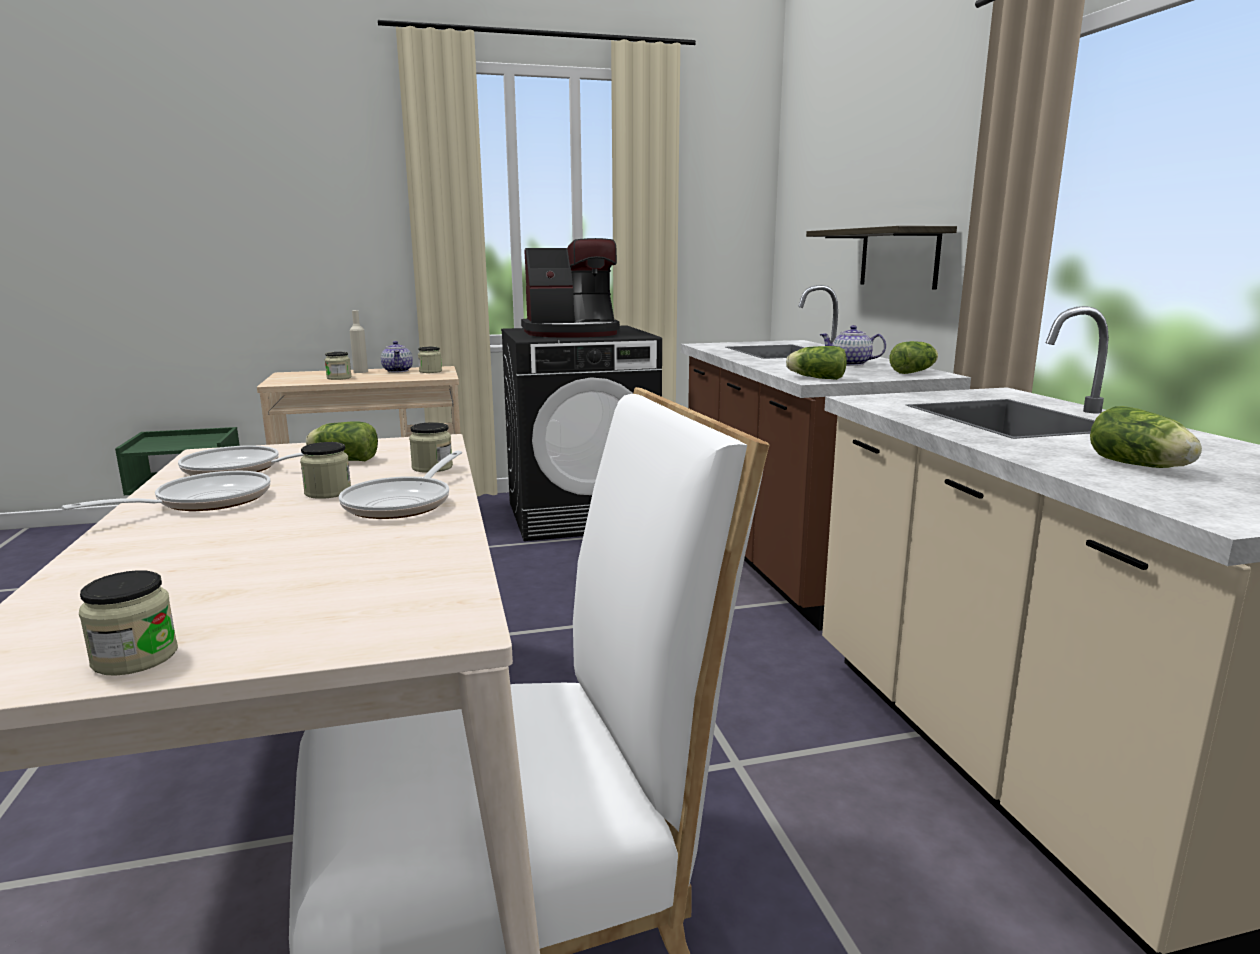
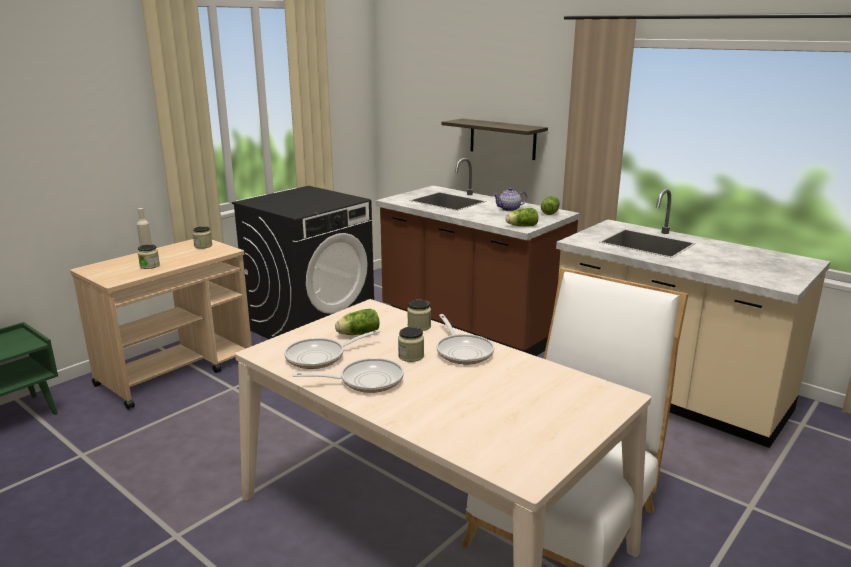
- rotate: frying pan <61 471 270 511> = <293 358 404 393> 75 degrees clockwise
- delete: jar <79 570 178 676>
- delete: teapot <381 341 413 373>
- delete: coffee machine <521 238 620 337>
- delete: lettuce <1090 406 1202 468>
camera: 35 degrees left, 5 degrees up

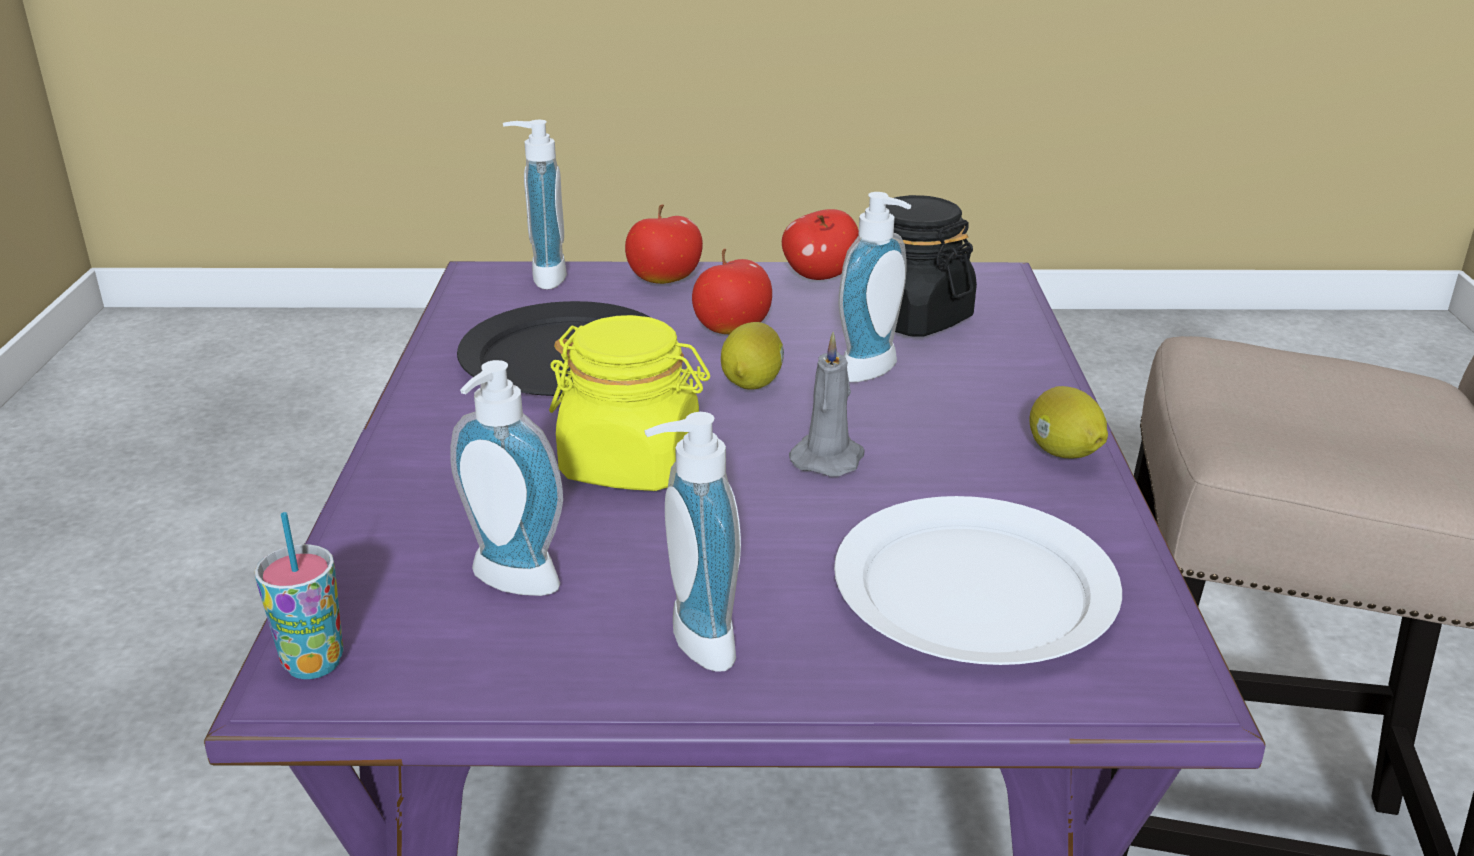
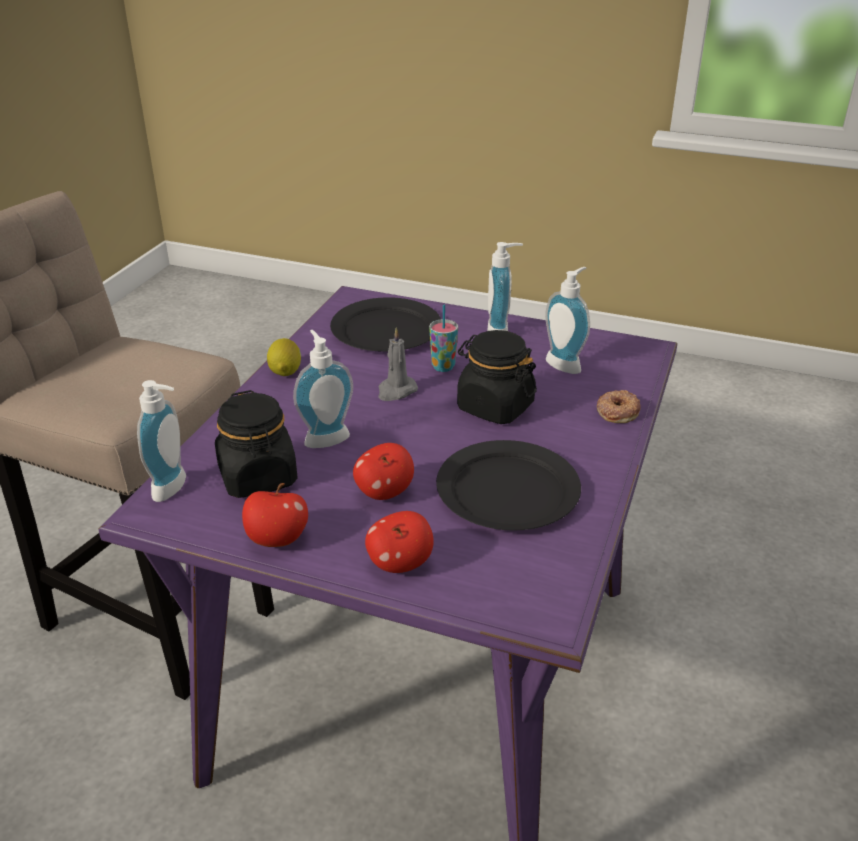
- move: soap dispenser <503 120 567 290> to <137 380 186 502>
- recolor: white plate <834 496 1122 665> to black plate <330 297 441 352>
- move: cup <255 512 344 679> to <429 305 458 372>
- recolor: yellow jar <549 315 710 491> to black jar <457 330 537 424>
- insert: donut <597 390 641 423>
- delete: lemon <721 322 784 390>
camera: 160 degrees left, 5 degrees up

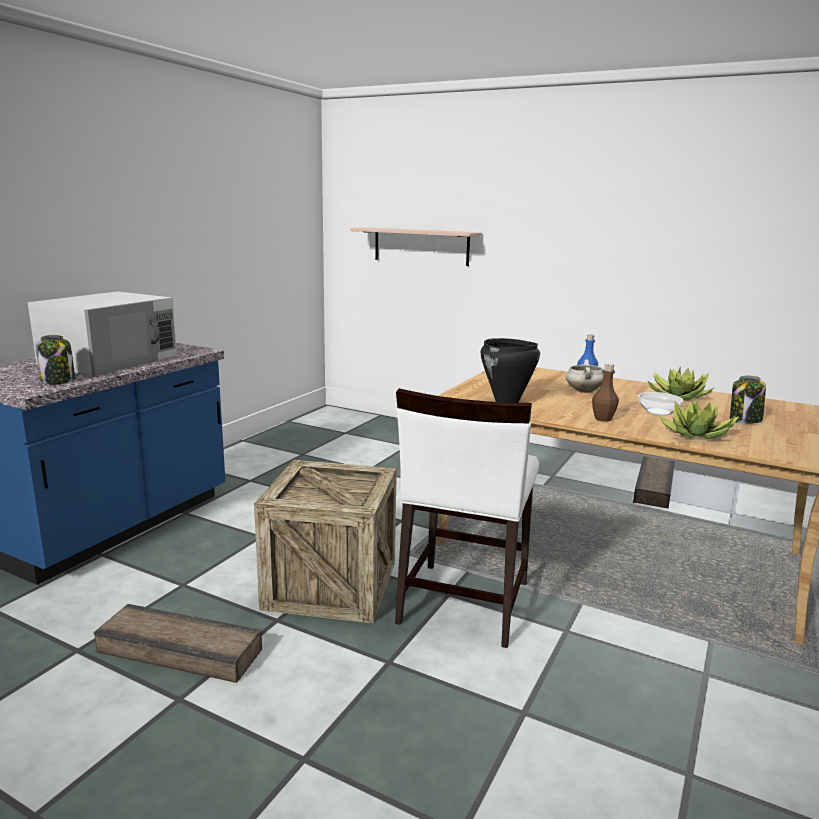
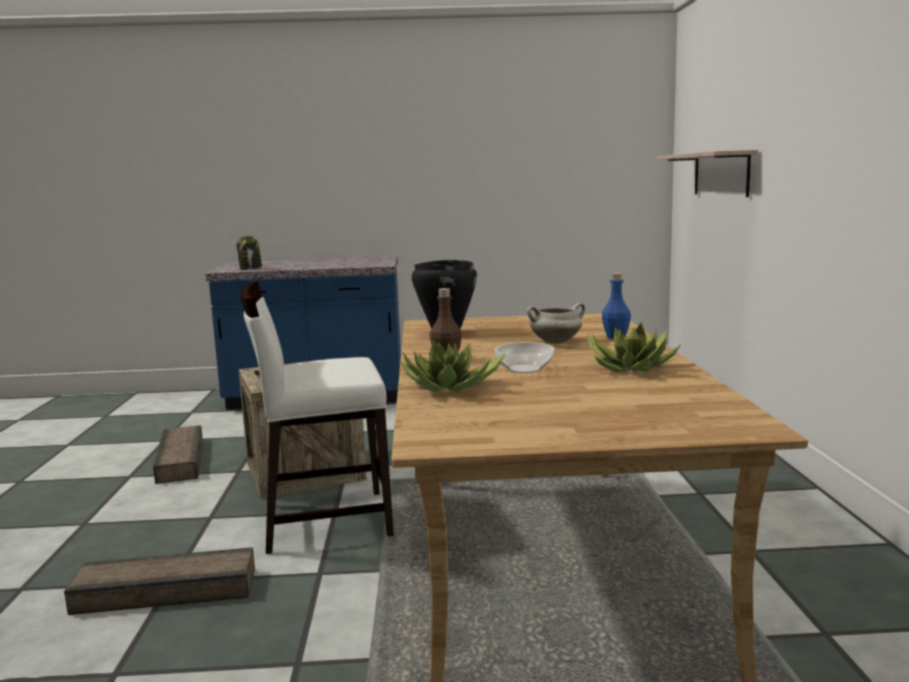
- move: crate <633 456 675 508> to <64 547 255 615>
- delete: white microwave <28 291 177 376>
- delete: jar <730 376 766 424>
camera: 60 degrees right, 5 degrees down

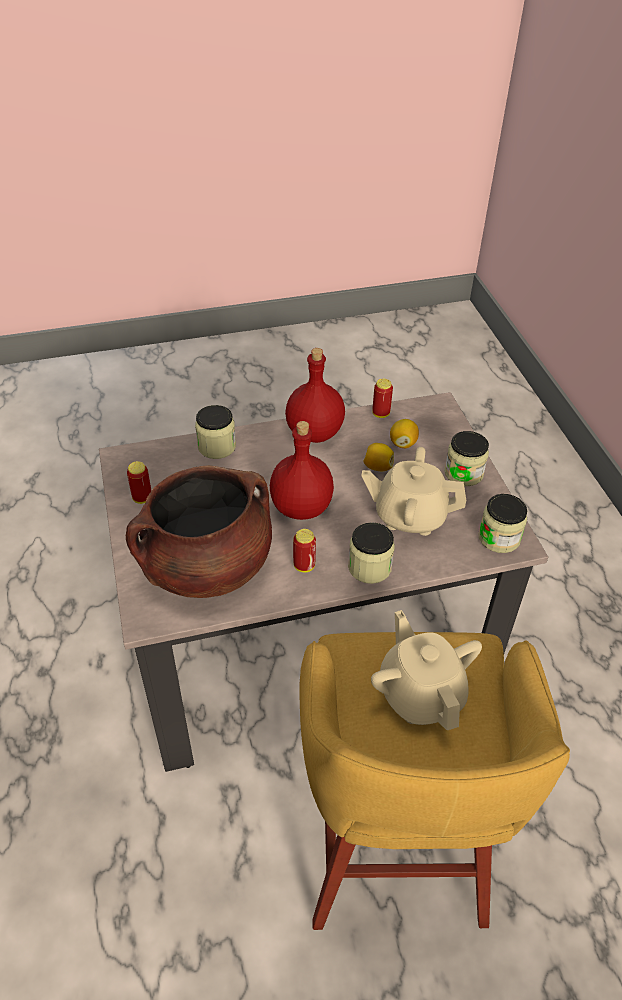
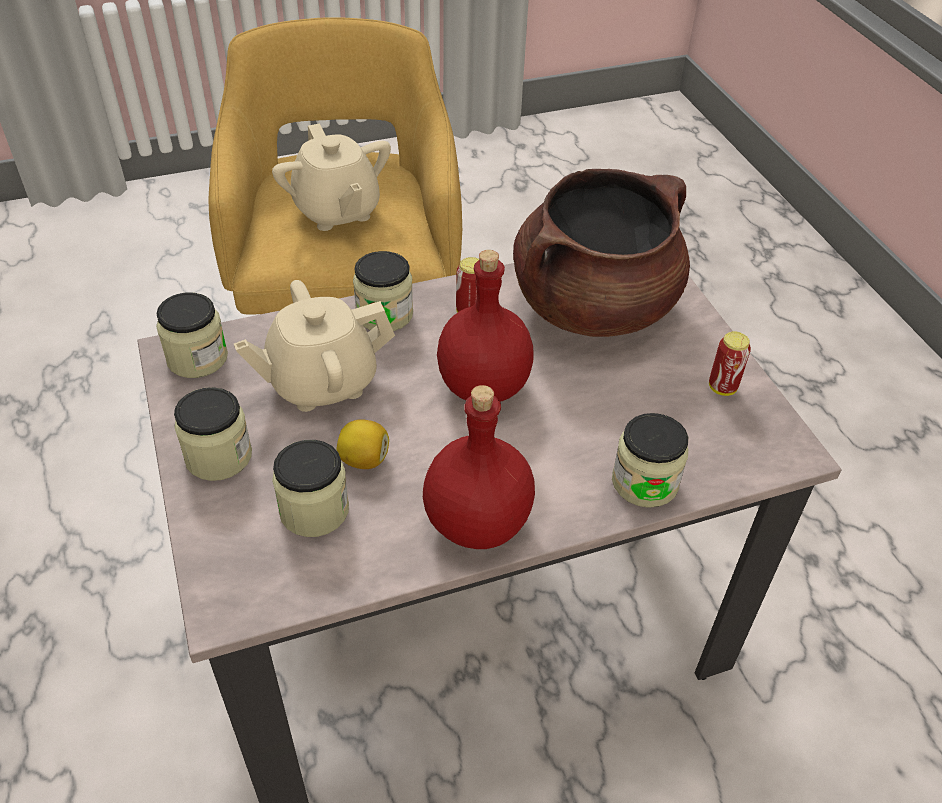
- rotate: beige teapot <362 447 466 536> = <234 280 395 412> 150 degrees clockwise
- replace: lemon <390 419 419 448> to jar <272 440 349 537>
- delete: can <372 379 393 418>
camera: 175 degrees right, 0 degrees up

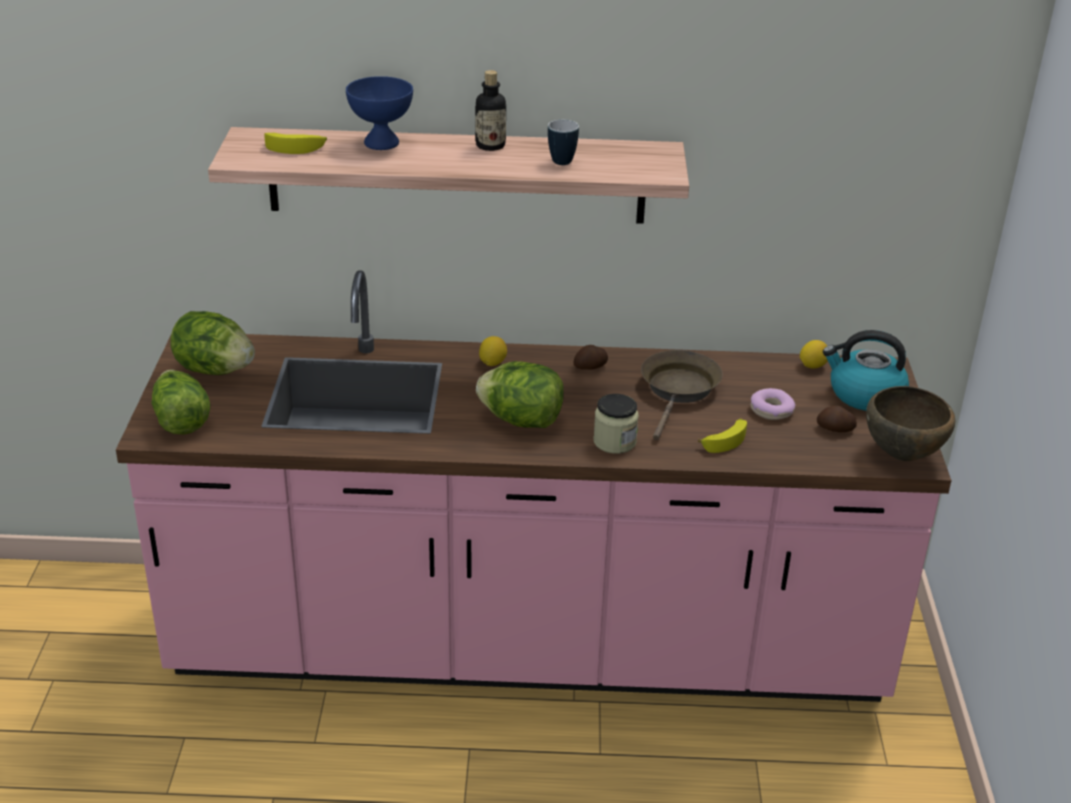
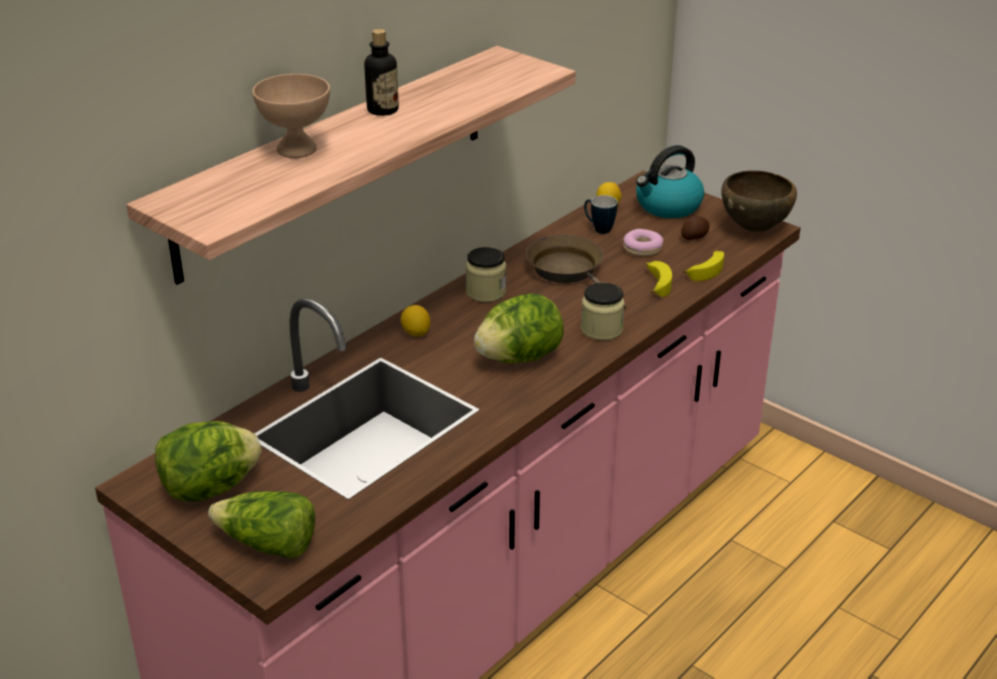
- recolor: blue bowl <346 76 413 150> to beige bowl <252 74 330 158>
- replace: potato <573 345 608 370> to jar <466 247 506 302>
- move: mug <548 119 579 165> to <584 195 617 234>
- move: banana <264 133 327 154> to <683 250 724 281>
camera: 50 degrees left, 0 degrees up

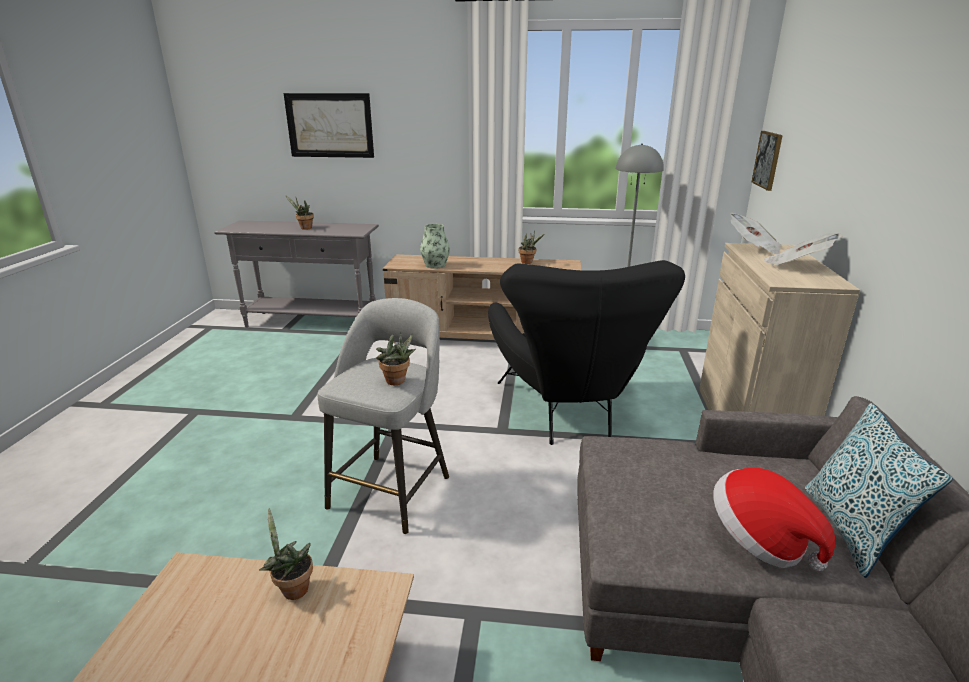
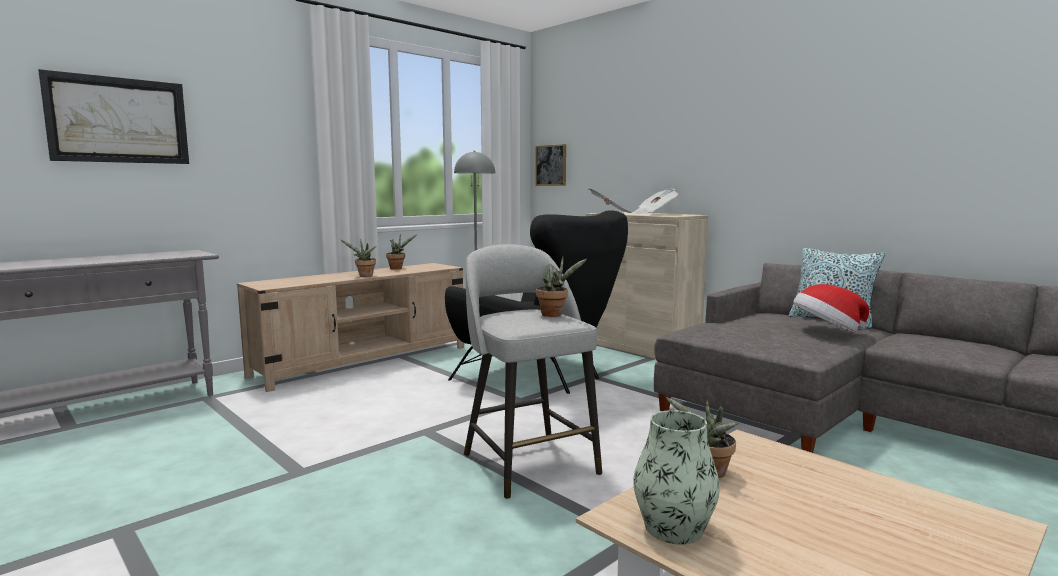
- move: potted plant <285 195 314 230> to <341 239 376 277>
- move: vase <420 224 450 269> to <633 410 720 545>
camera: 50 degrees left, 15 degrees down

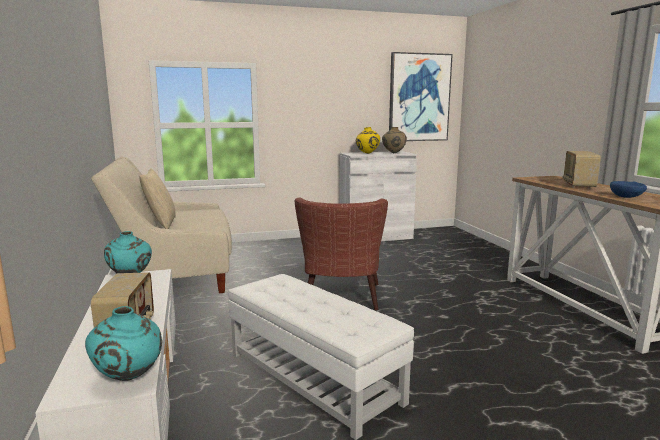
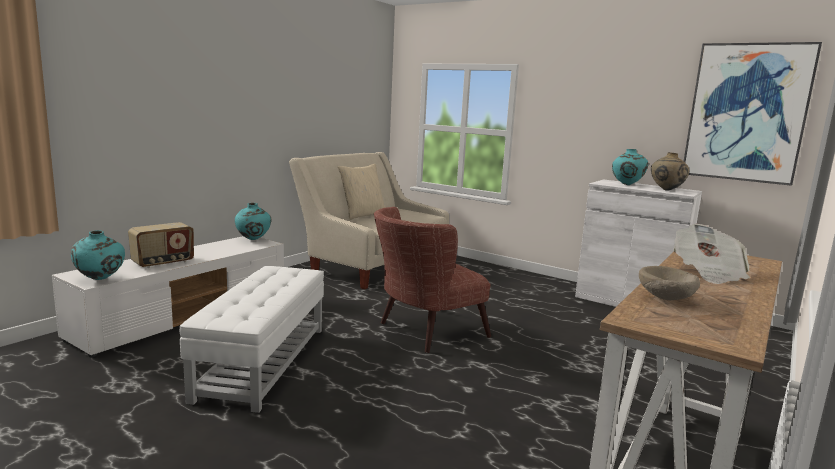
- recolor: yellow vase <356 127 380 154> to turquoise vase <612 149 648 185>
- recolor: blue bowl <610 181 647 198> to beige bowl <639 266 700 300>
- replace: radio <562 151 601 189> to newspaper <673 224 750 284>
camera: 50 degrees right, 0 degrees up

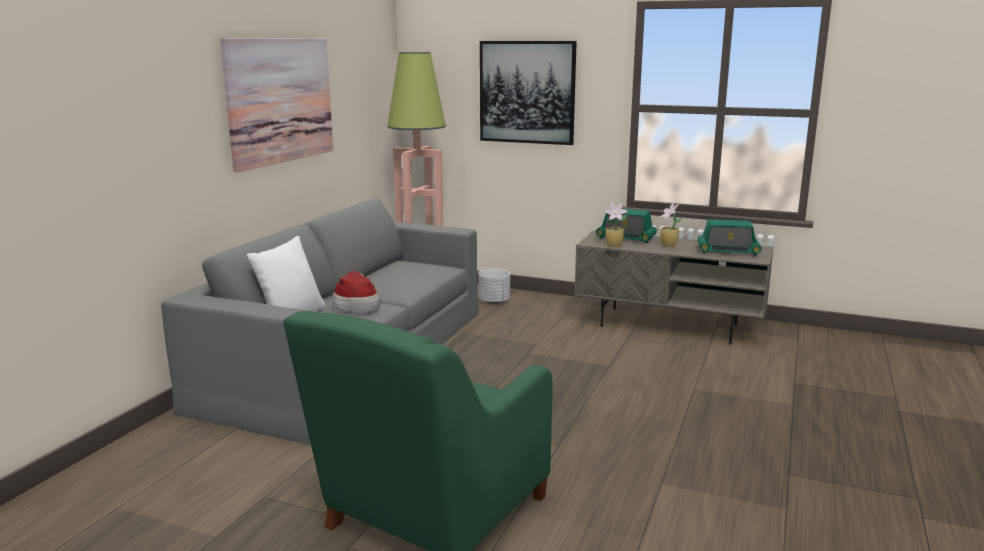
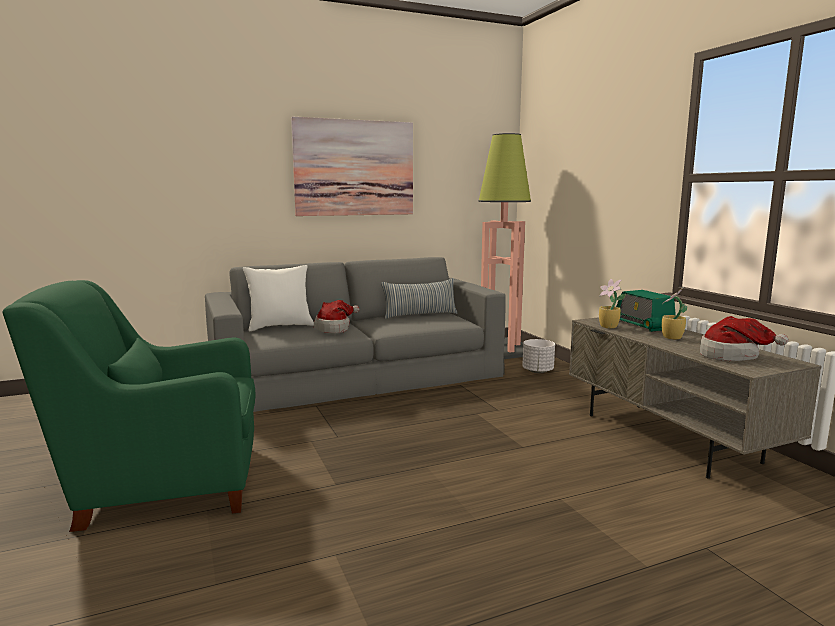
- insert: pillow <381 278 457 319>
- replace: radio <697 219 762 256> to hat <700 316 789 361>
- delete: picture <480 41 577 145>
camera: 45 degrees right, 5 degrees down

